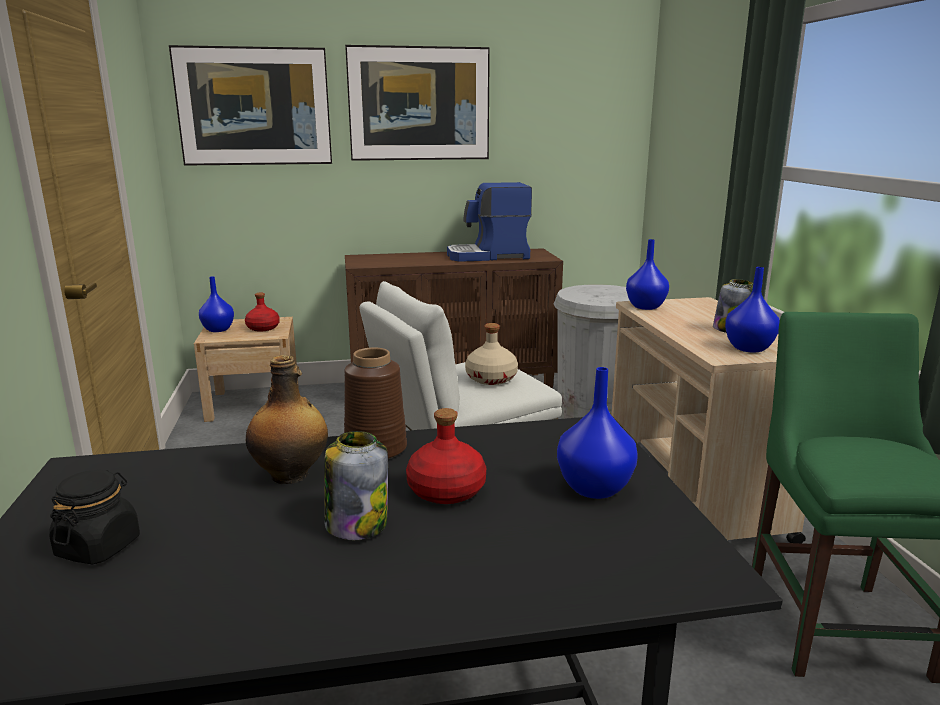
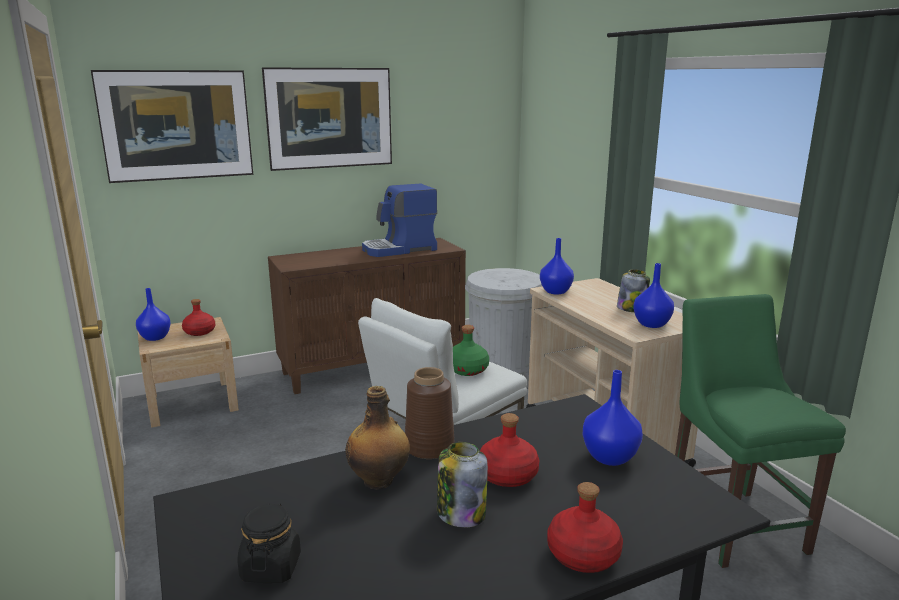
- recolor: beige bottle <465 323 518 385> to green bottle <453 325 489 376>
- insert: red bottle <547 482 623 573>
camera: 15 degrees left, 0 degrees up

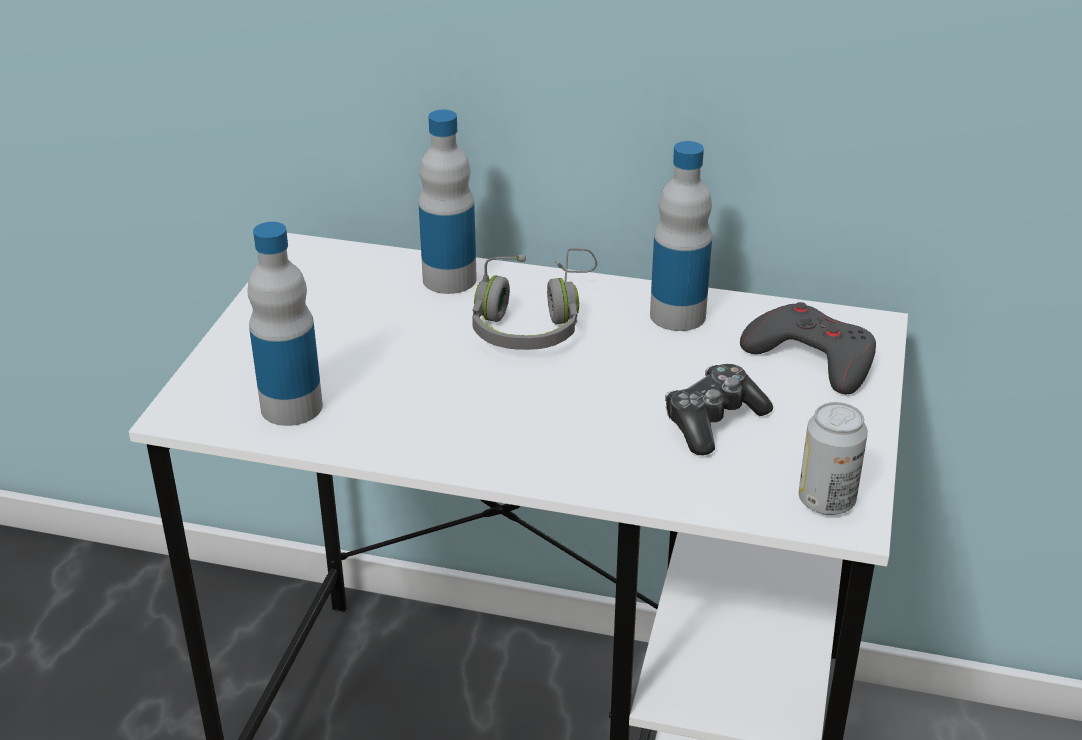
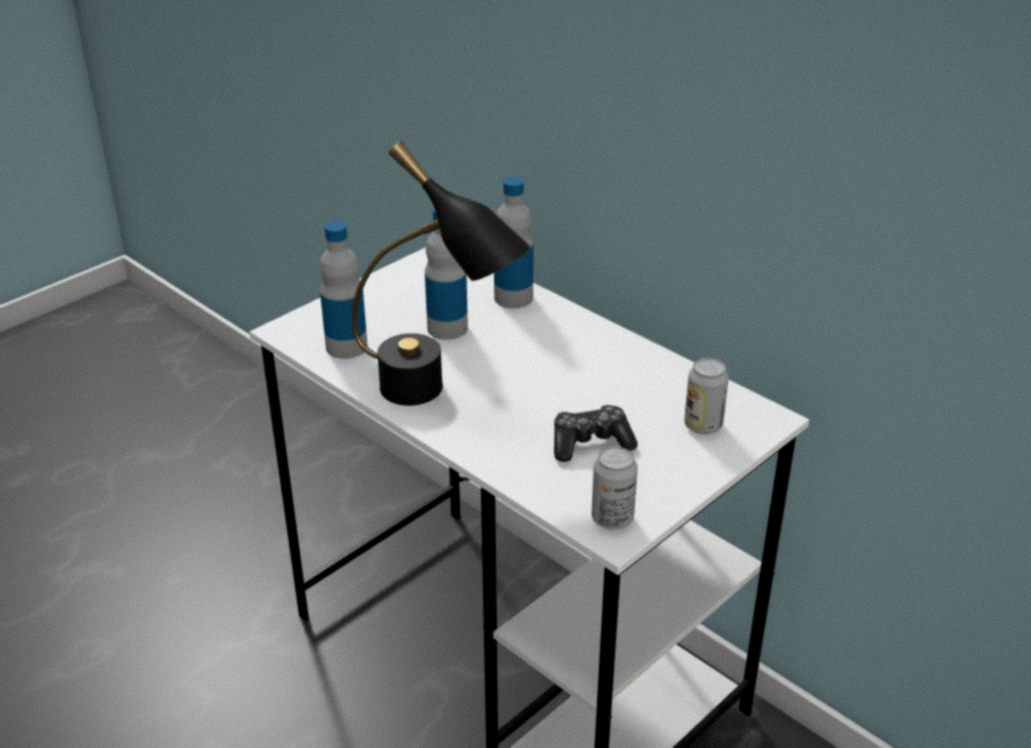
- insert: black table lamp <352 141 531 406>
- move: bottle <650 141 712 331> to <425 207 468 340>
- replace: grey game controller <740 302 876 395> to can <684 358 729 434>
- delete: grey headphones <472 248 597 350>
camera: 30 degrees right, 0 degrees up

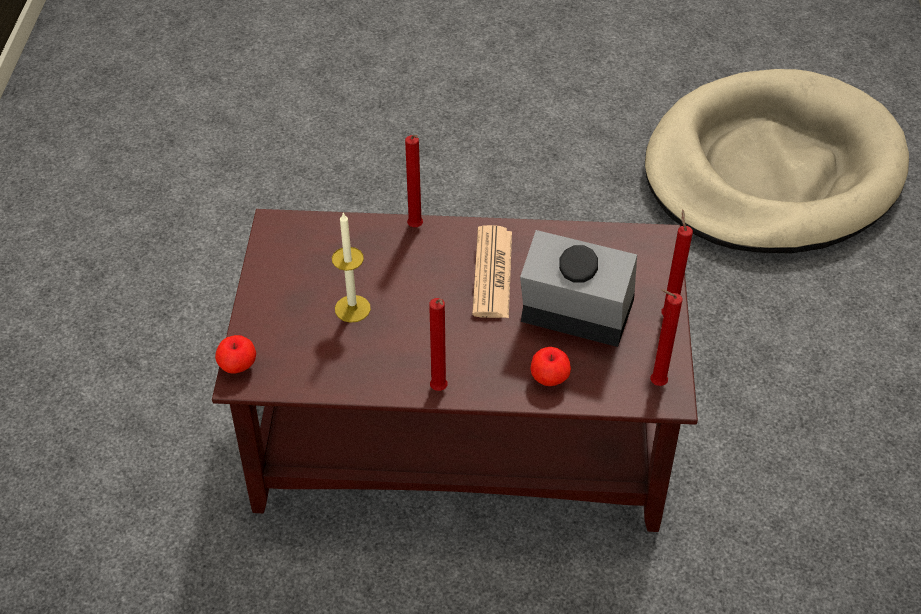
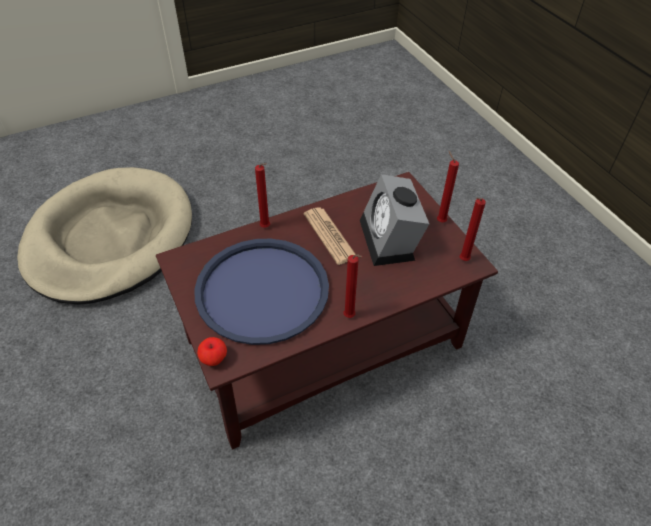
- move: beige dog bed <645 69 909 254> to <17 167 192 304>
- replace: candle <332 212 371 323> to blue tray <194 239 329 345>
- rotate: alarm clock <520 230 637 347> = <360 174 429 266> 90 degrees counterclockwise
- delete: apple <531 347 571 386>
camera: 30 degrees left, 0 degrees up

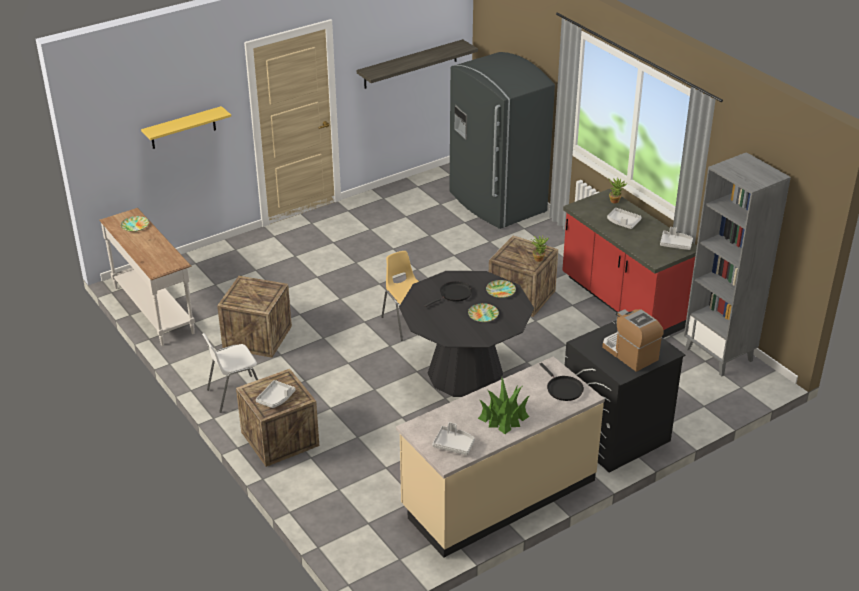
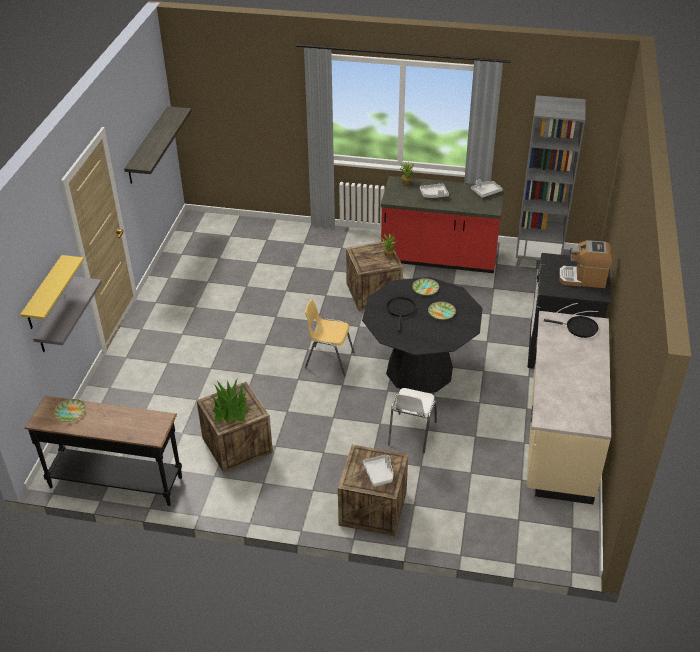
- recolor: white console table <99 208 195 346> to black console table <25 396 182 506>
- insert: grey shelf <33 277 102 352>
- move: potted plant <478 378 530 434> to <211 379 249 424>
- move: white chair <202 333 258 413> to <388 388 437 453>
- delete: grey tray <432 422 475 455>
- delete: grey fridge <450 52 555 229>
camera: 45 degrees left, 5 degrees up

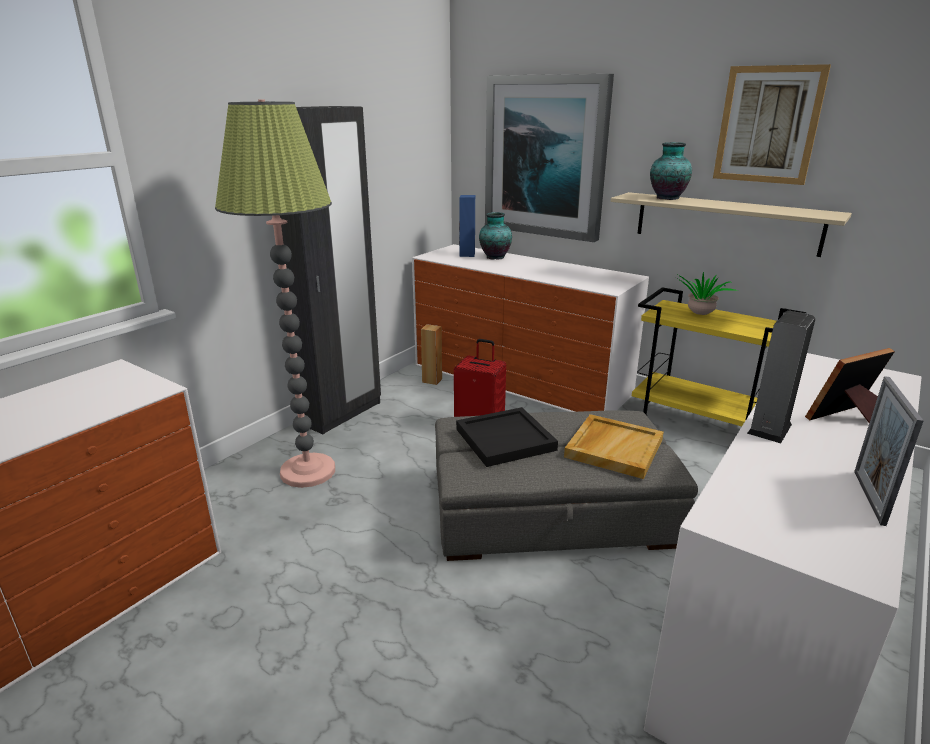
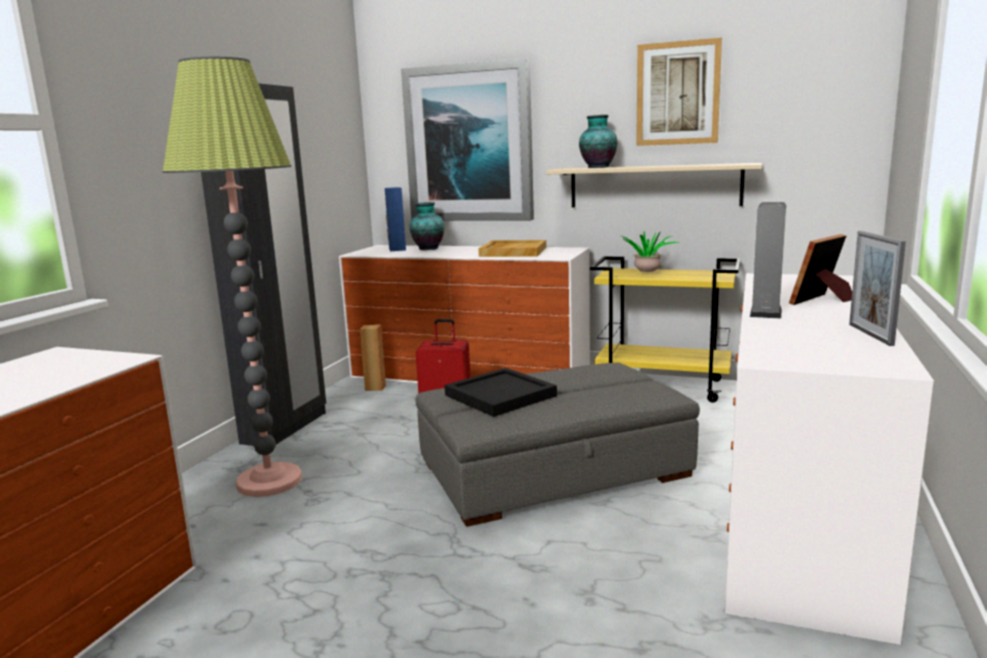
- move: beige tray <564 414 664 479> to <478 240 546 257>
camera: 15 degrees left, 10 degrees down

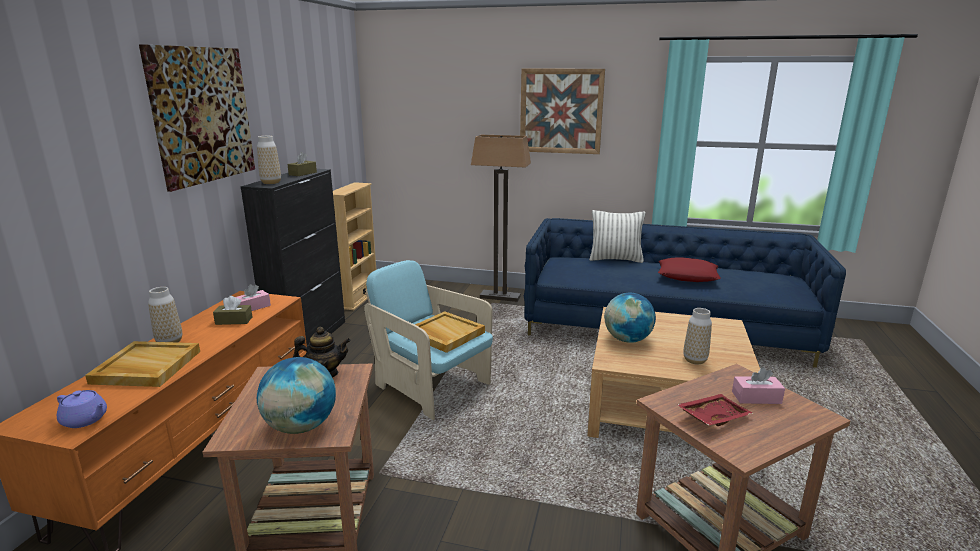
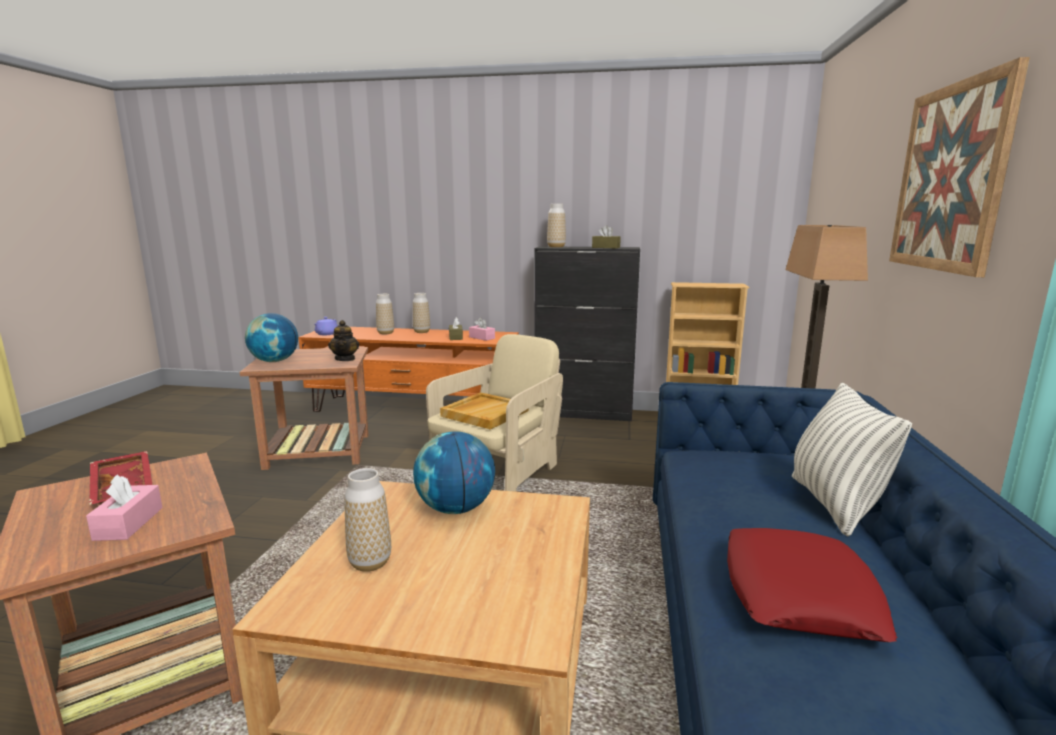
- replace: beige tray <85 341 200 387> to vase <376 294 394 334>
- recolor: turquoise armchair <364 260 493 420> to beige armchair <426 334 563 492>
- delete: picture <139 44 255 192>
camera: 85 degrees right, 5 degrees down

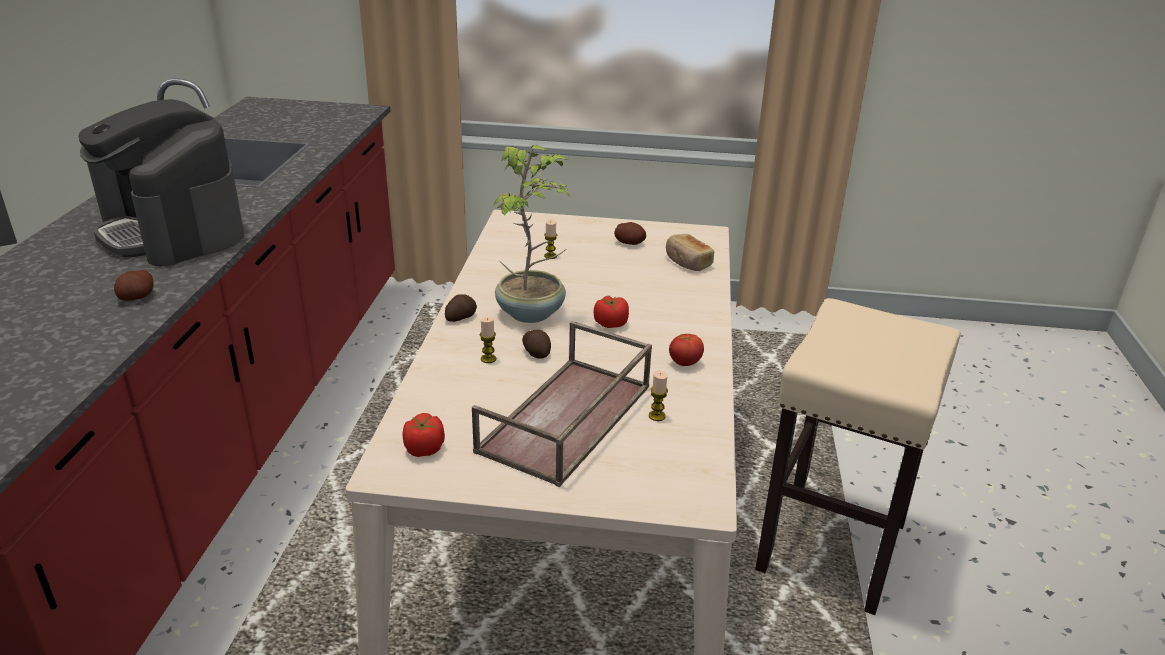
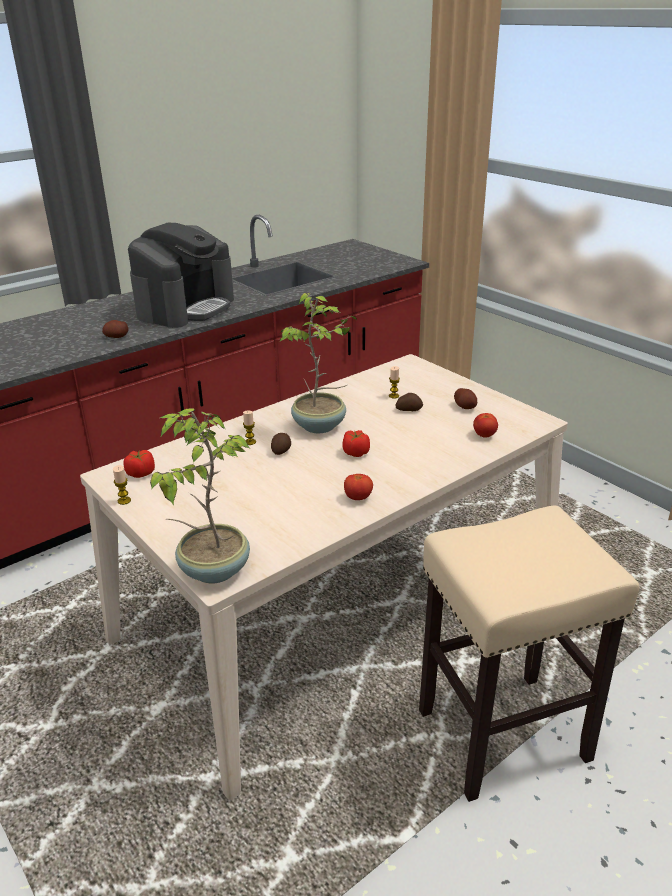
- move: candle <649 370 668 421> to <113 465 131 505>
- rotate: coffee machine <78 99 244 266> = <128 223 234 328> 150 degrees counterclockwise
- insert: potted plant <150 408 250 583>
- move: potato <445 294 477 322> to <396 393 423 411>
- replace: bread <666 234 714 271> to tomato <473 413 498 438>
- delete: brown tray <472 321 652 487>
camera: 45 degrees right, 0 degrees up

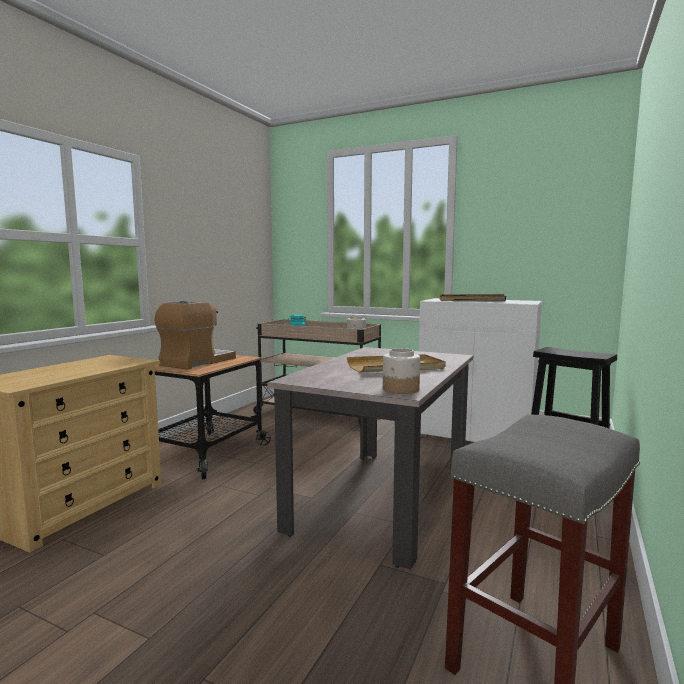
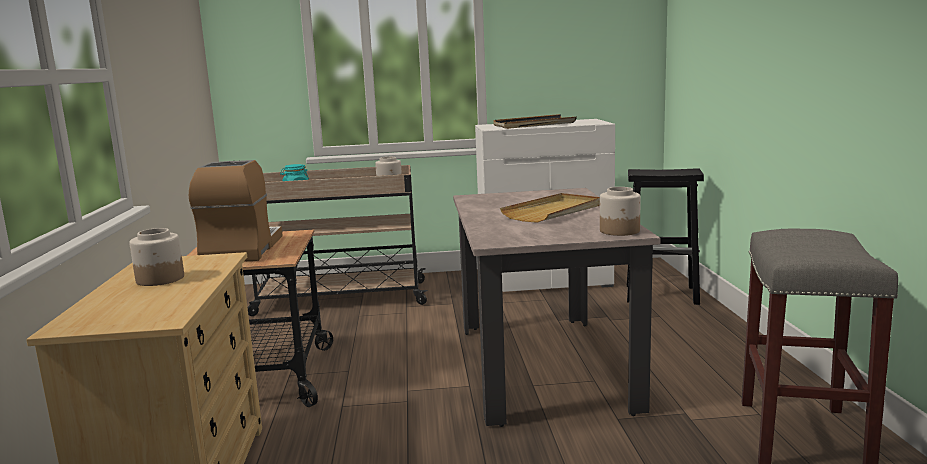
- insert: jar <129 228 184 286>
camera: 30 degrees left, 5 degrees up

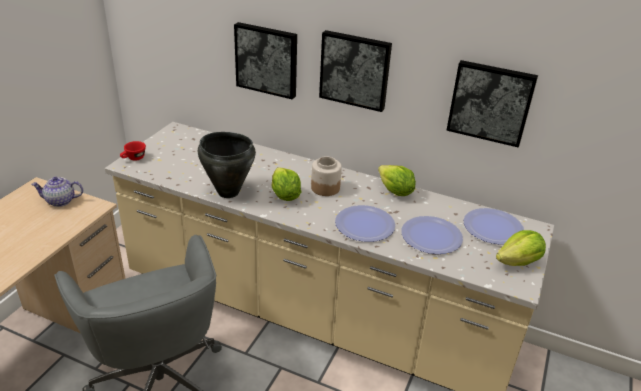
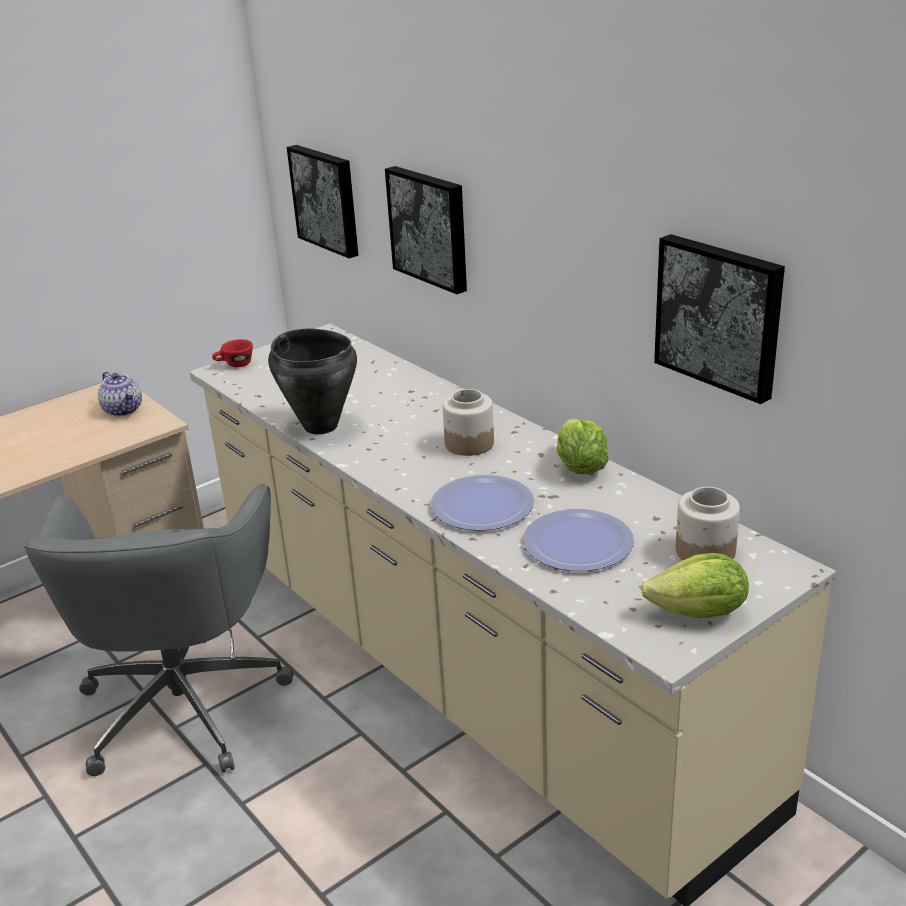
- rotate: teapot <31 177 83 207> = <98 372 142 417> 150 degrees counterclockwise
- move: picture <319 30 392 112> to <287 145 359 258>
- replace: plate <464 208 524 245> to jar <676 487 740 560>
- delete: lettuce <271 167 301 201>
camera: 30 degrees right, 5 degrees down

